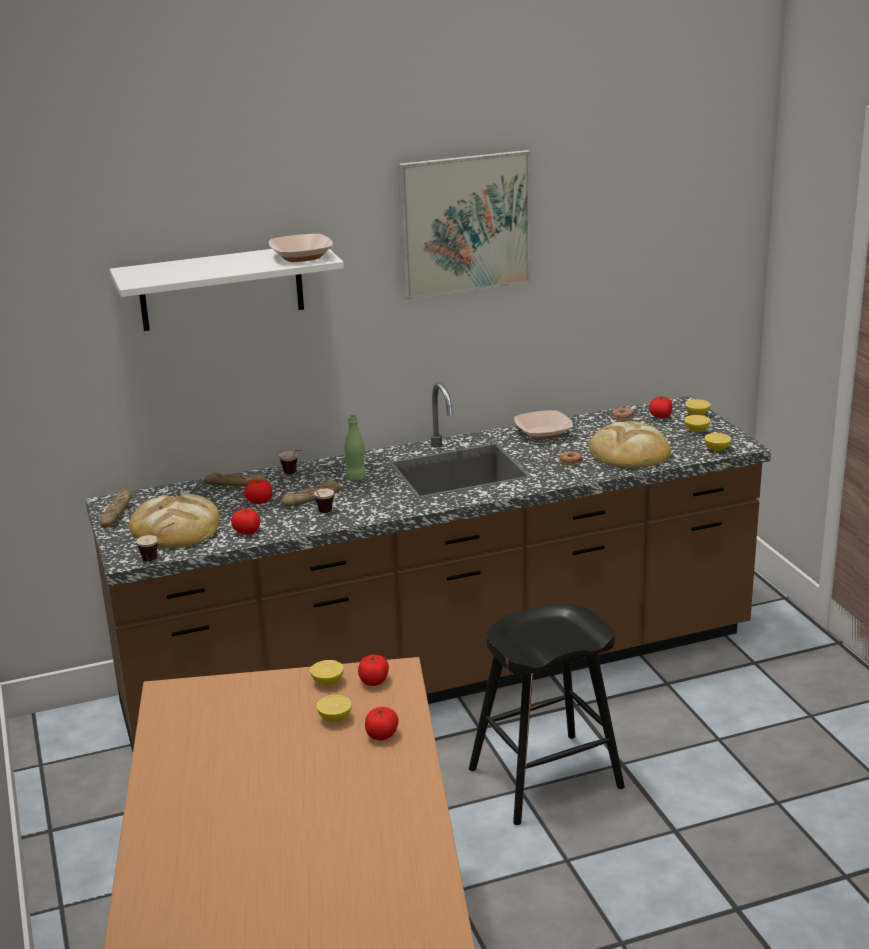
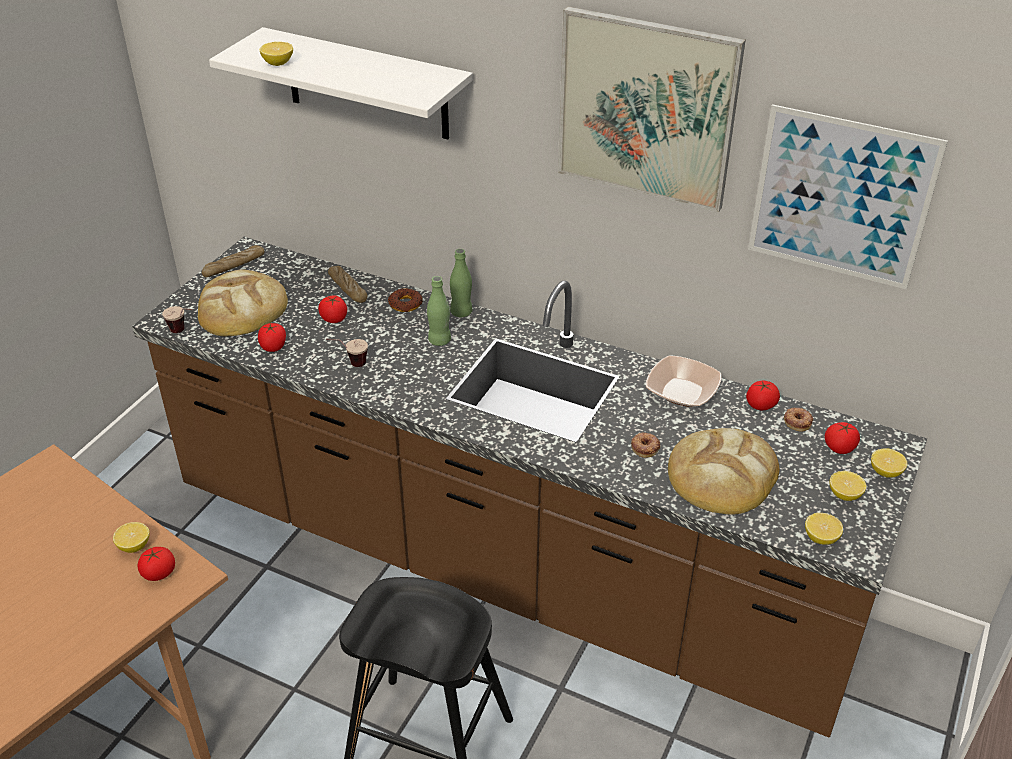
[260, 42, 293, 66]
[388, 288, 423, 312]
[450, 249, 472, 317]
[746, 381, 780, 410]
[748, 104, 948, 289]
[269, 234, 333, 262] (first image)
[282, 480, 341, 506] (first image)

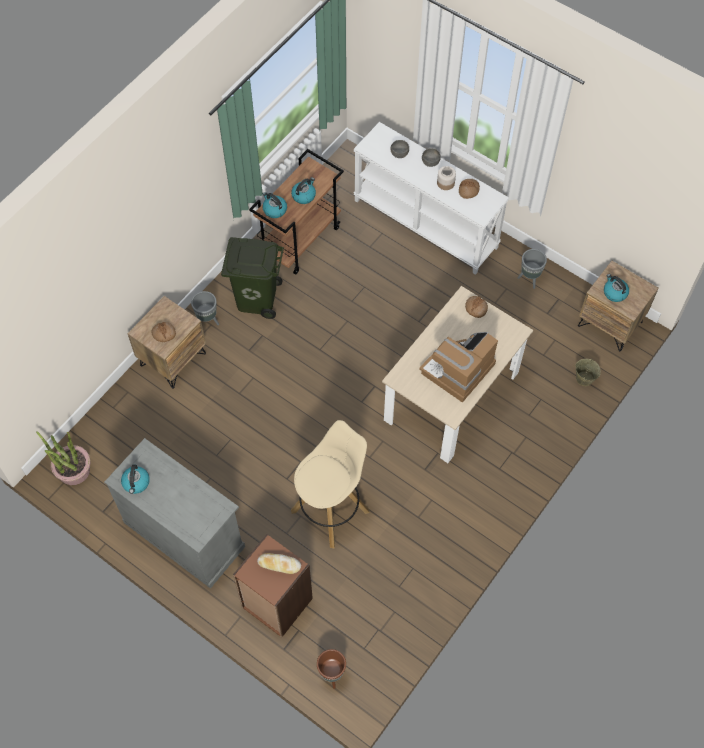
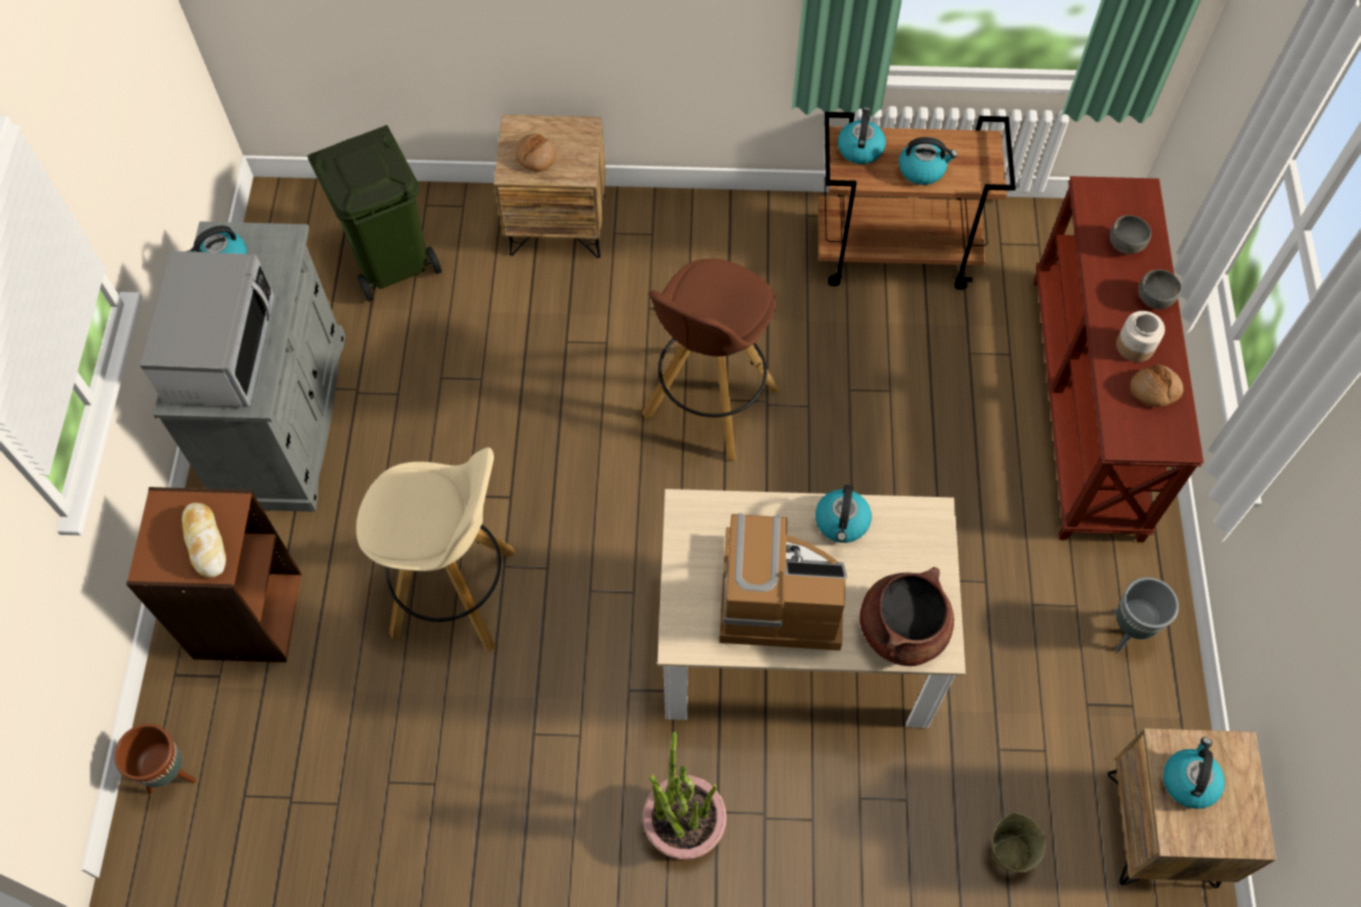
[139, 251, 275, 407]
[307, 125, 442, 302]
[642, 258, 780, 460]
[643, 731, 726, 860]
[815, 485, 872, 543]
[860, 567, 954, 666]
[1033, 176, 1204, 542]
[191, 291, 219, 325] (first image)
[465, 296, 488, 318] (first image)

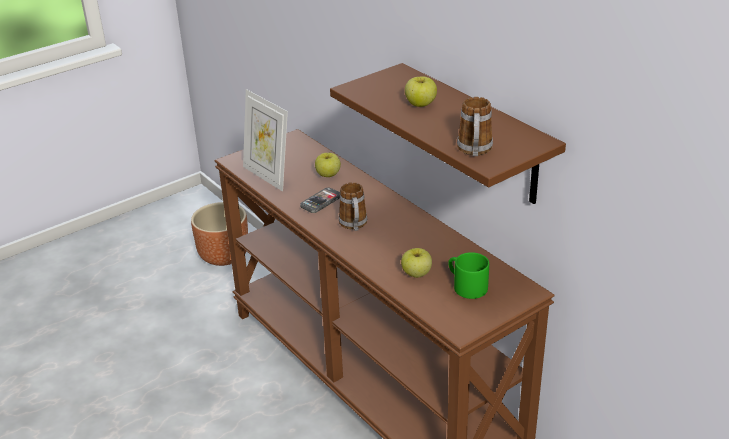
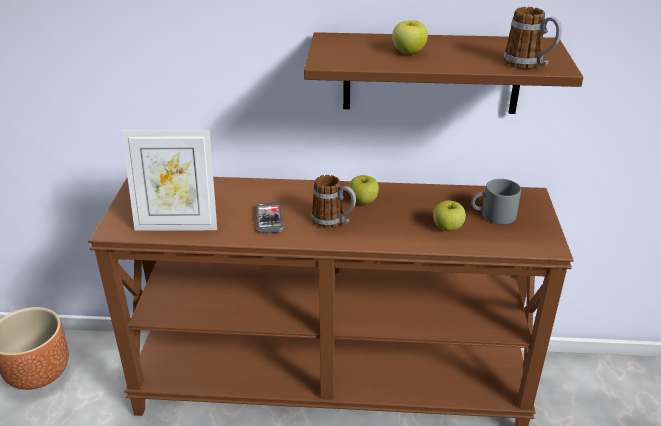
[349, 175, 379, 204]
[471, 179, 521, 224]

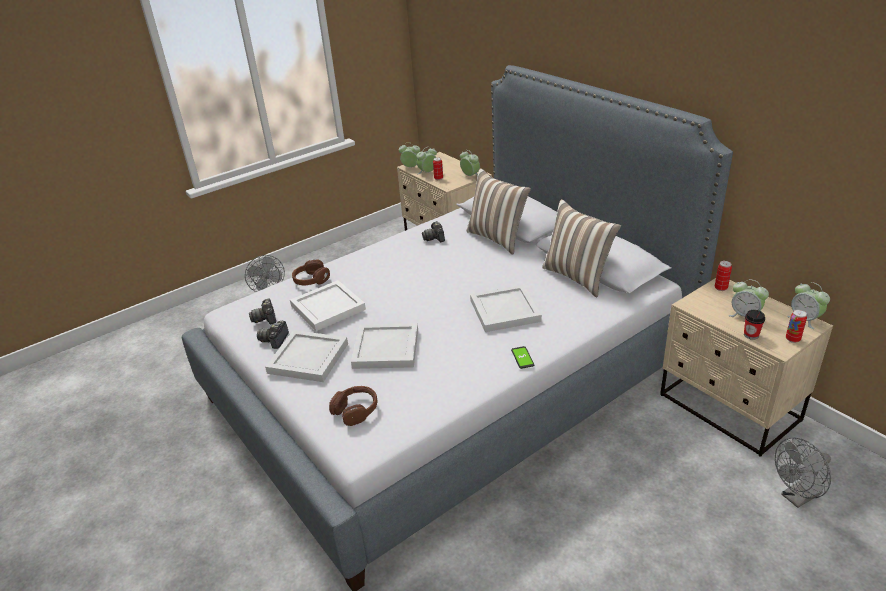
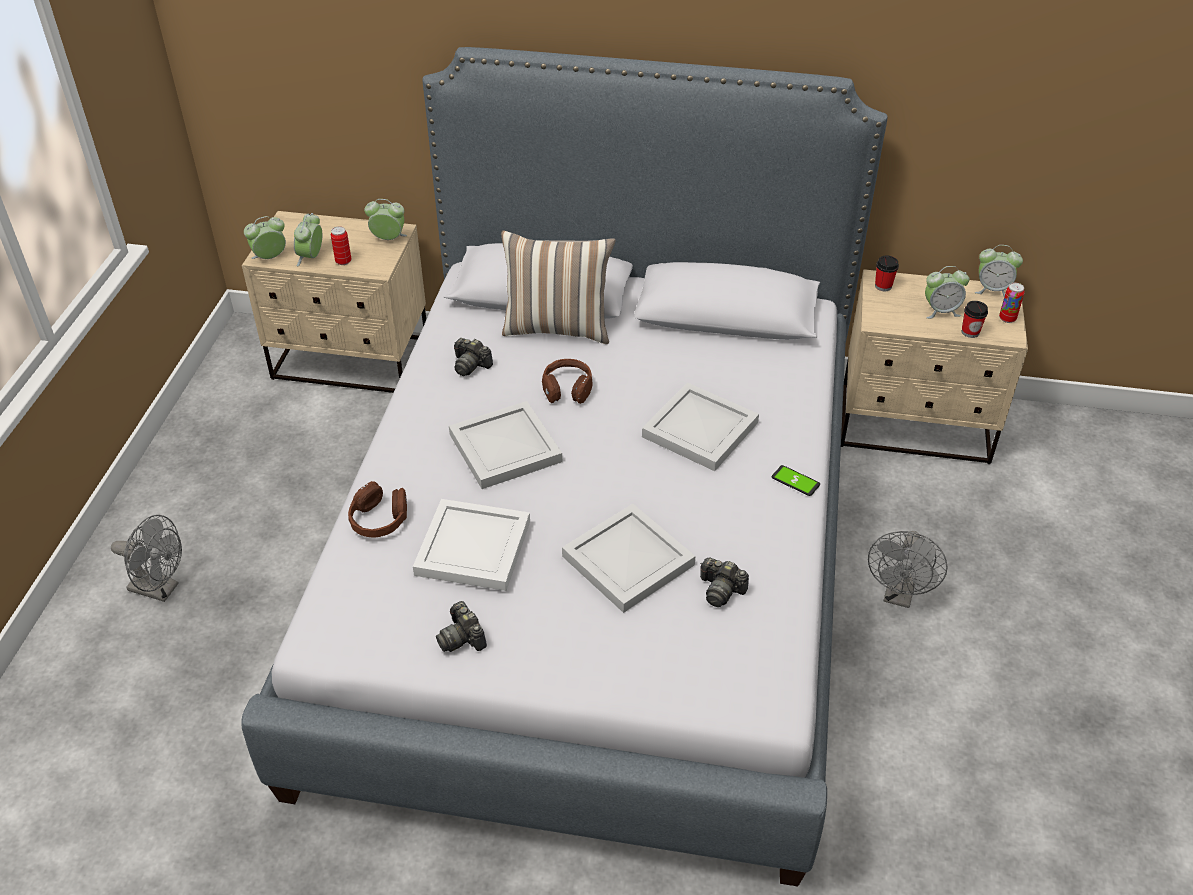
[449, 401, 562, 489]
[542, 359, 593, 404]
[700, 557, 749, 607]
[868, 531, 948, 608]
[875, 256, 899, 291]
[542, 199, 621, 297] (first image)

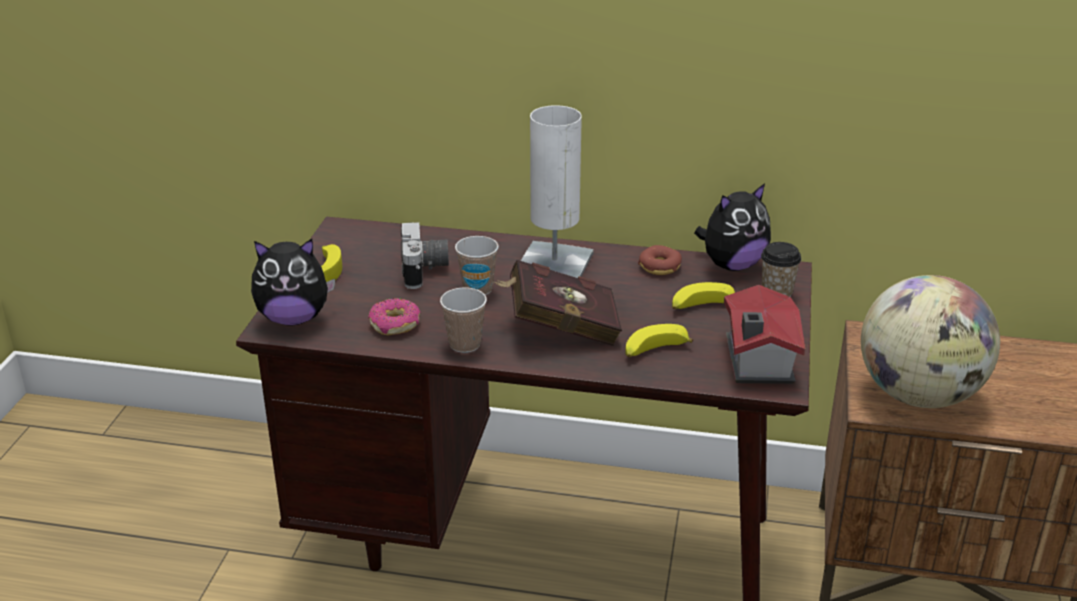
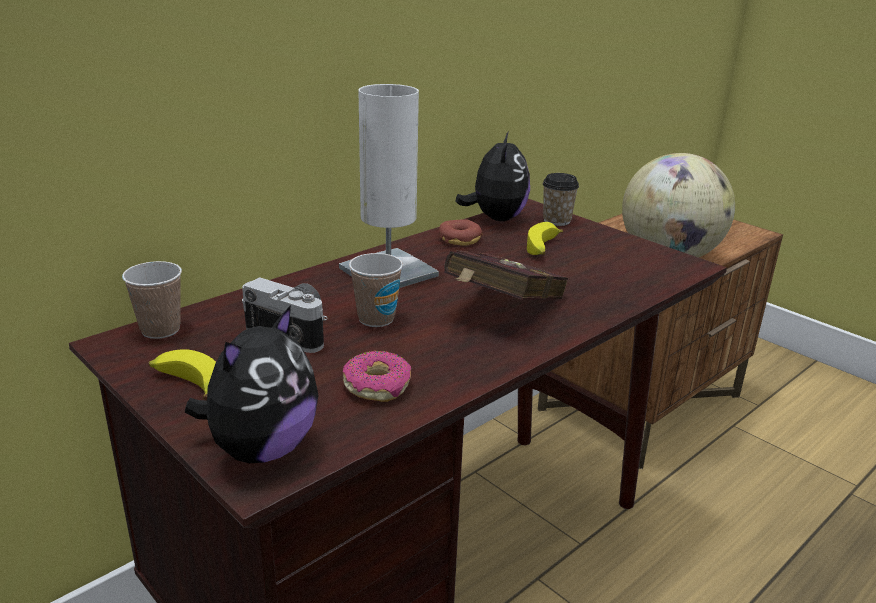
[122, 261, 182, 339]
[625, 324, 693, 357] (first image)
[724, 285, 805, 384] (first image)

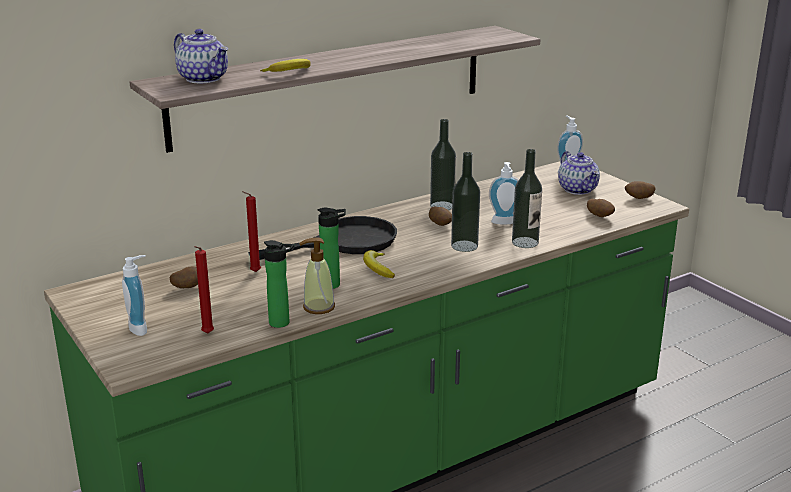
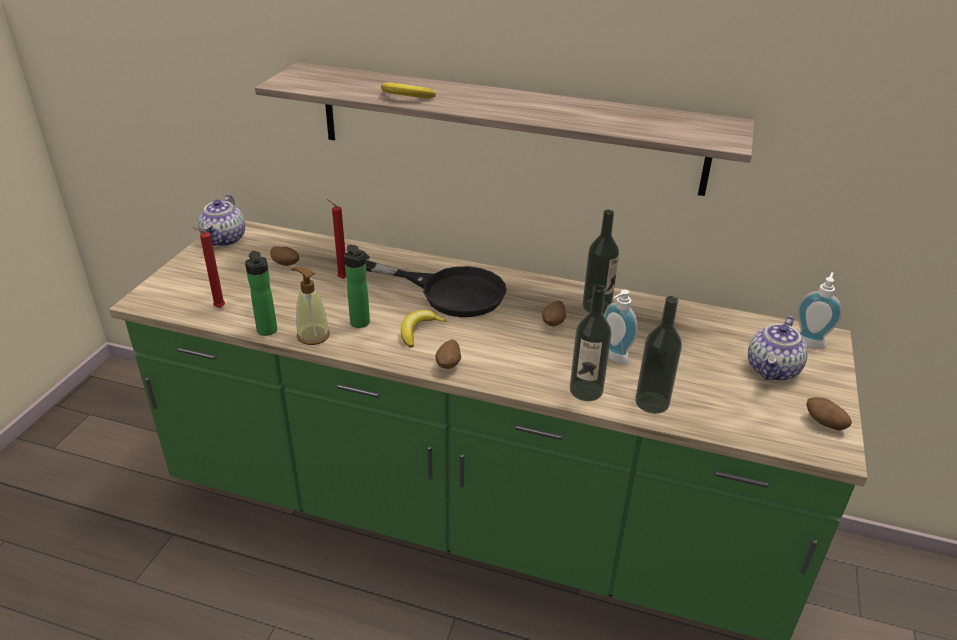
[198, 195, 245, 246]
[435, 340, 461, 369]
[635, 296, 682, 414]
[122, 255, 147, 336] (first image)

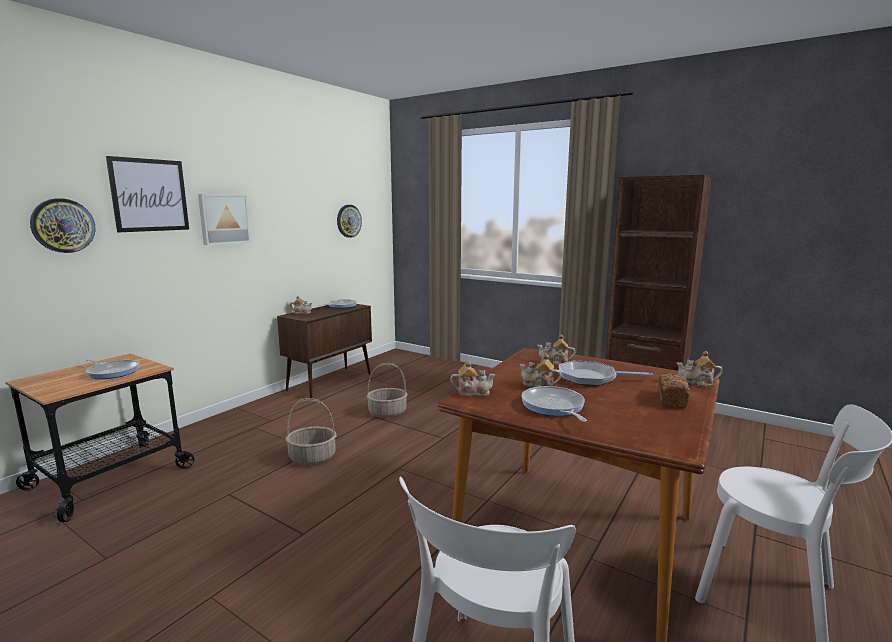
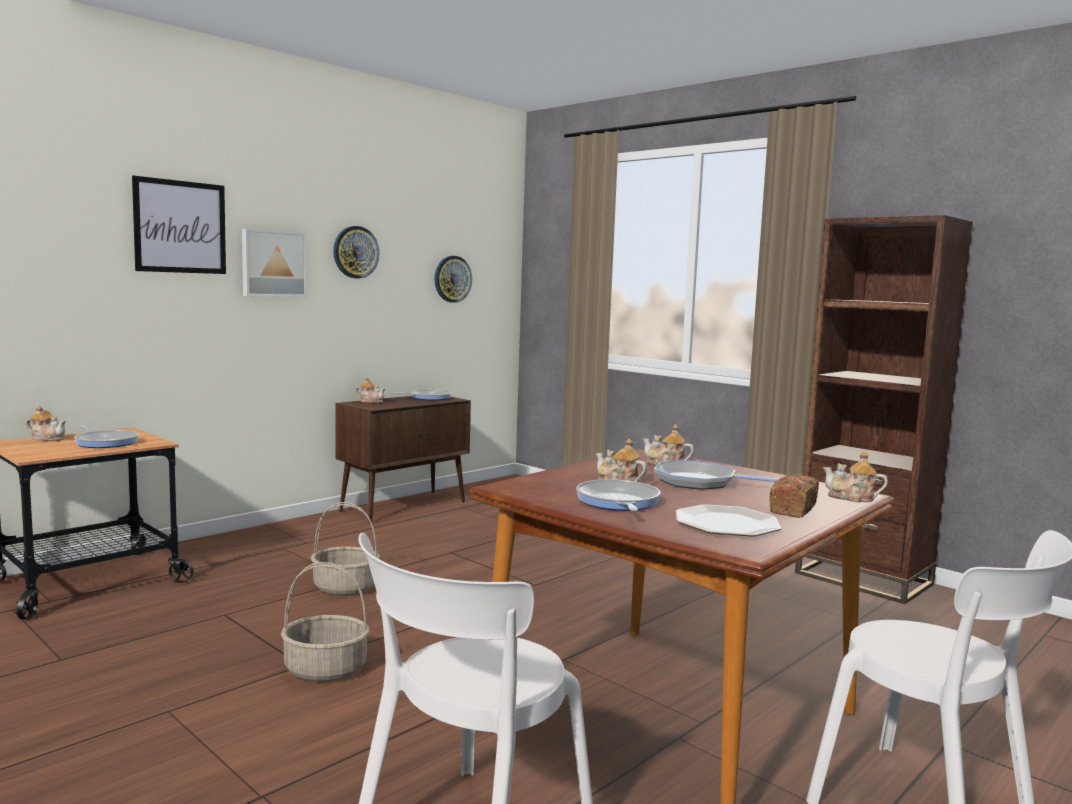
[26, 406, 66, 441]
[281, 562, 370, 682]
[333, 226, 379, 278]
[676, 504, 782, 537]

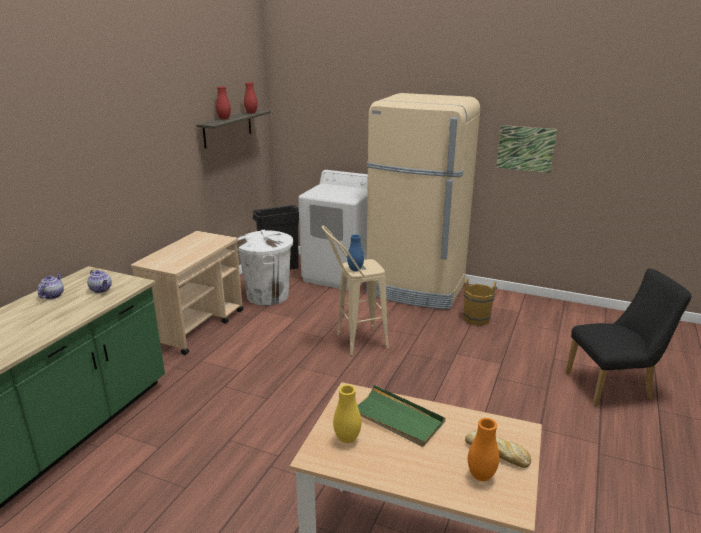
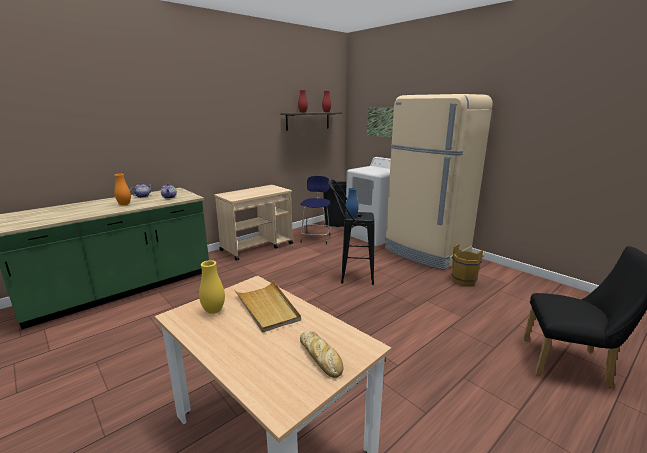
[114, 174, 131, 205]
[234, 280, 301, 333]
[301, 176, 331, 245]
[328, 179, 375, 285]
[367, 107, 394, 137]

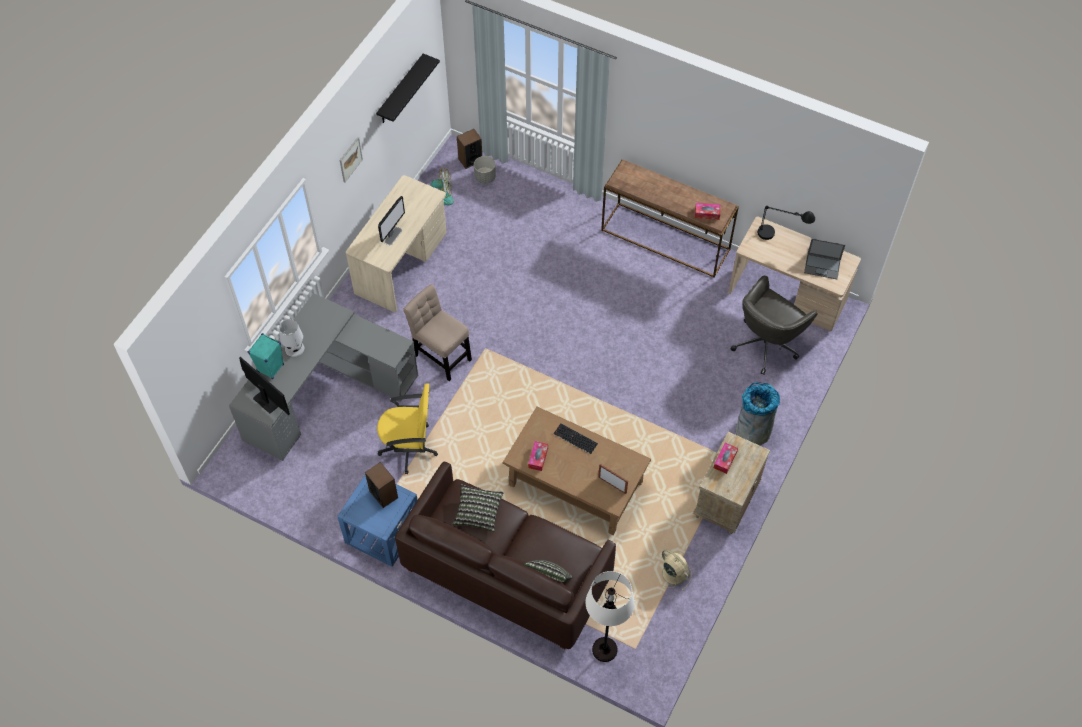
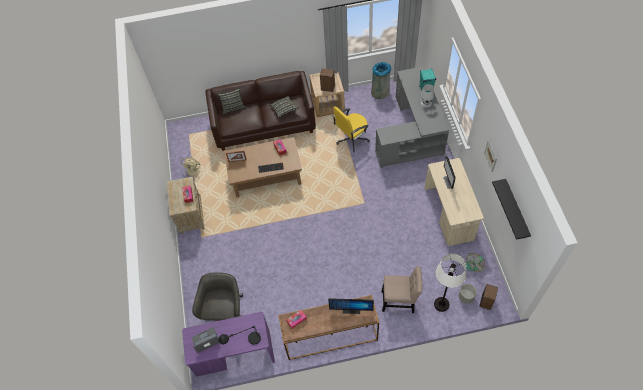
[182, 312, 275, 377]
[309, 72, 345, 117]
[328, 298, 374, 314]
[371, 62, 392, 99]
[382, 266, 422, 313]
[434, 254, 466, 312]

